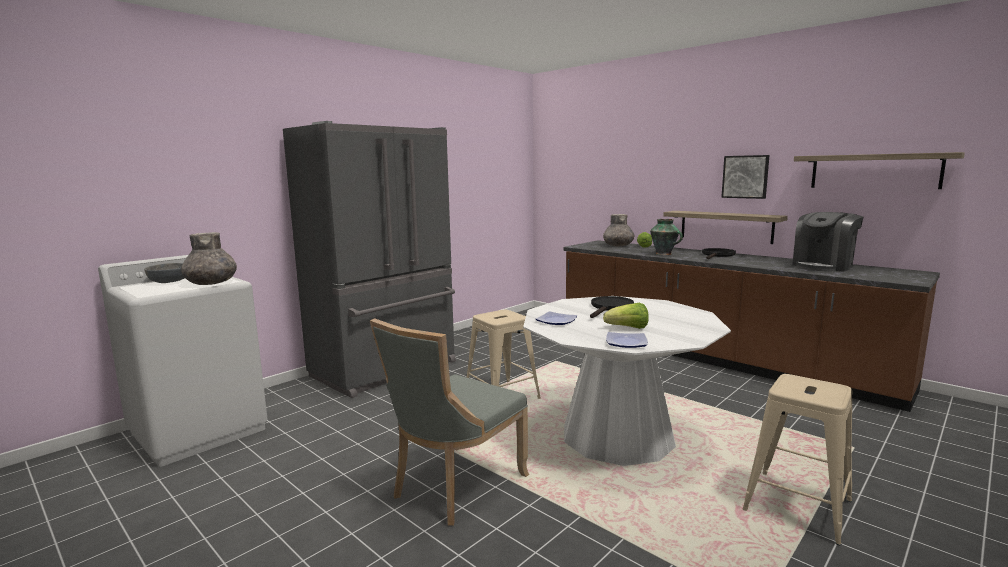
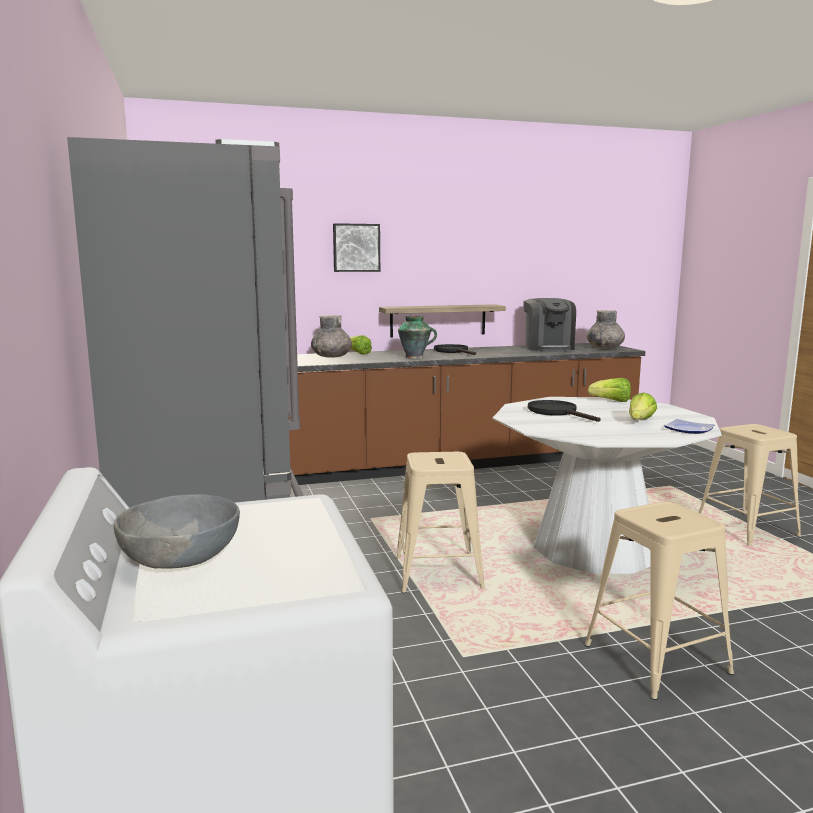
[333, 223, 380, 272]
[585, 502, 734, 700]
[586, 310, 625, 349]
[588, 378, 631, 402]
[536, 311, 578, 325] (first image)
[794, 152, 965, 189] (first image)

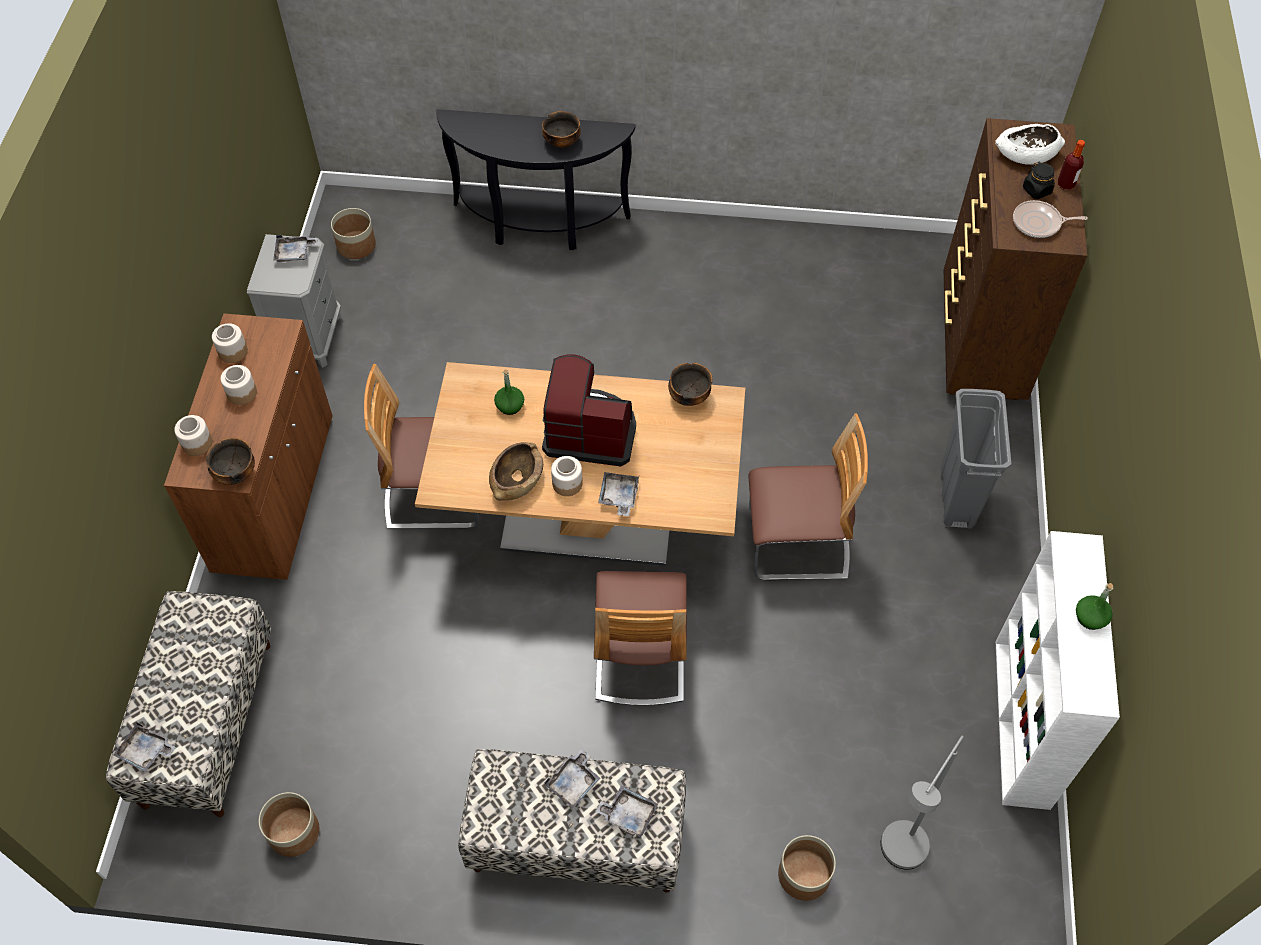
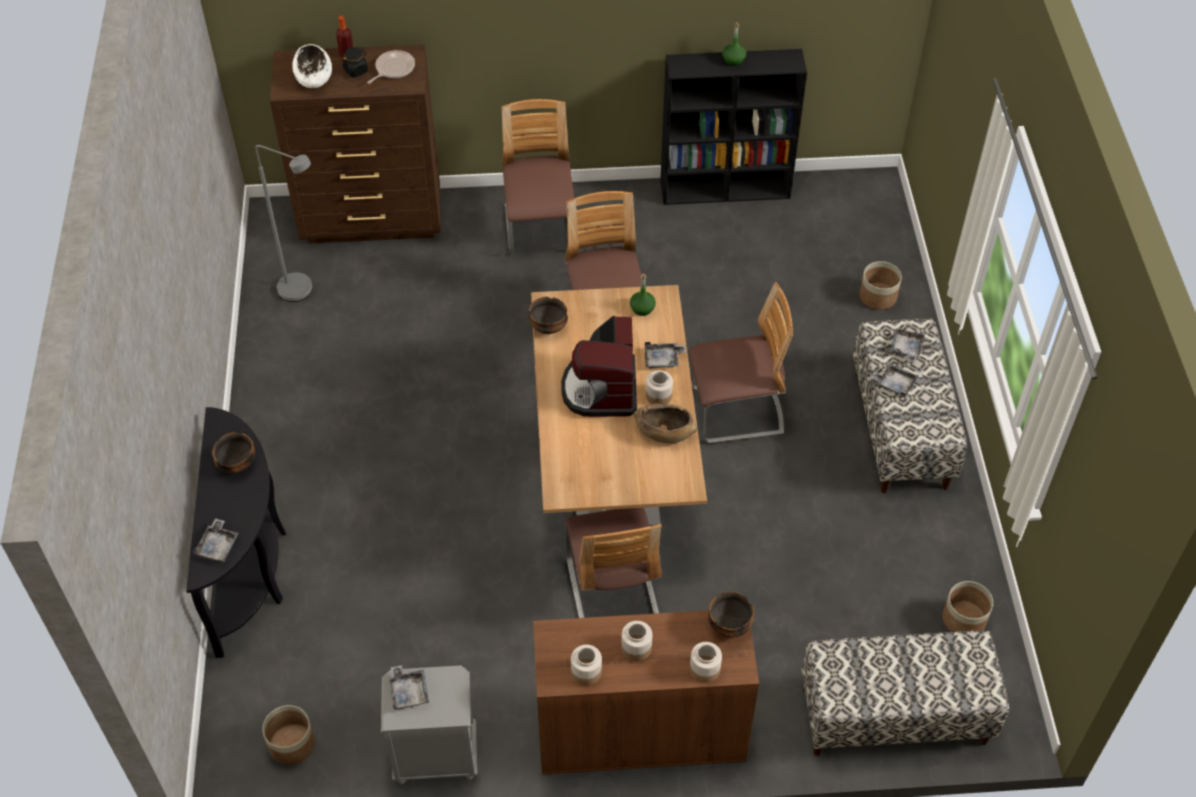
[193, 518, 239, 562]
[255, 145, 312, 302]
[367, 50, 415, 84]
[502, 99, 574, 254]
[630, 274, 656, 316]
[660, 49, 807, 205]

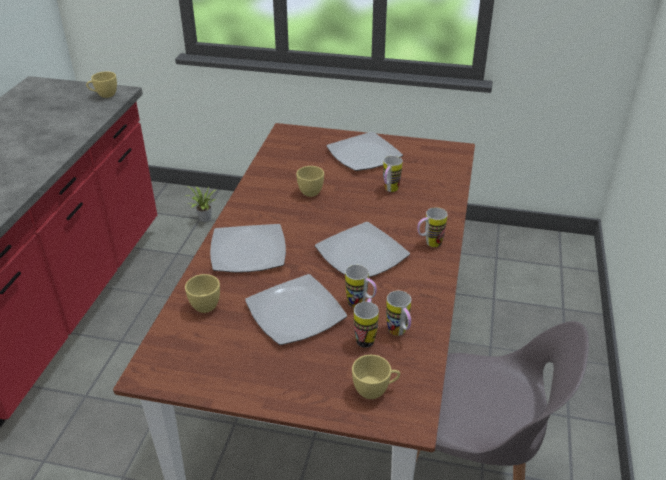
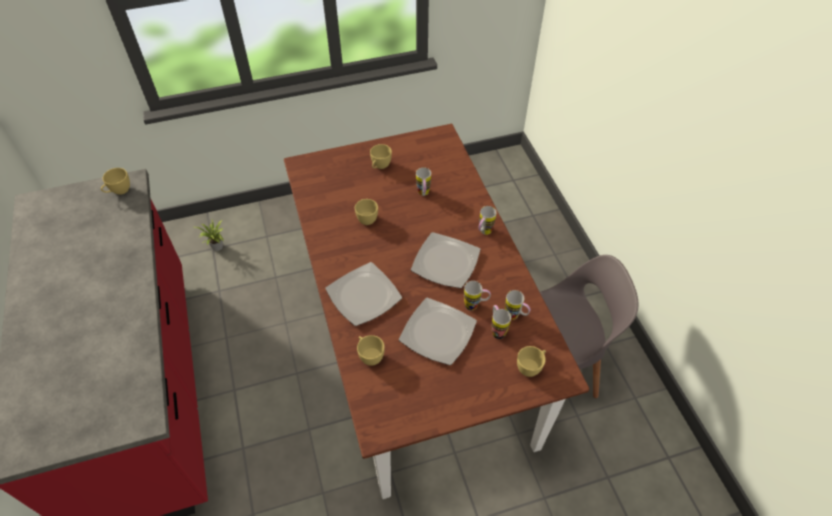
[370, 144, 392, 169]

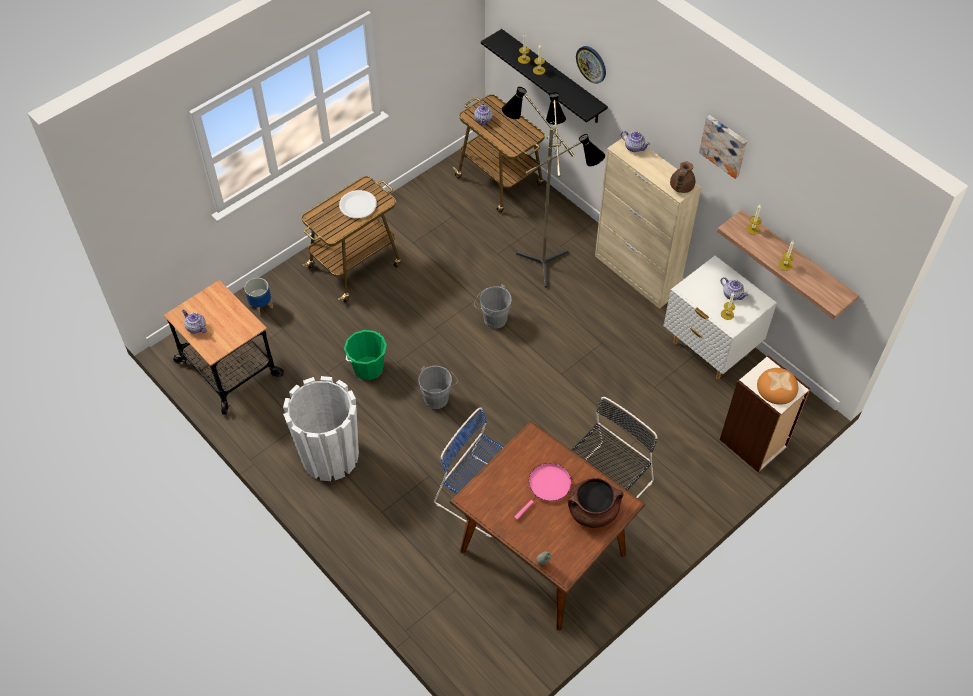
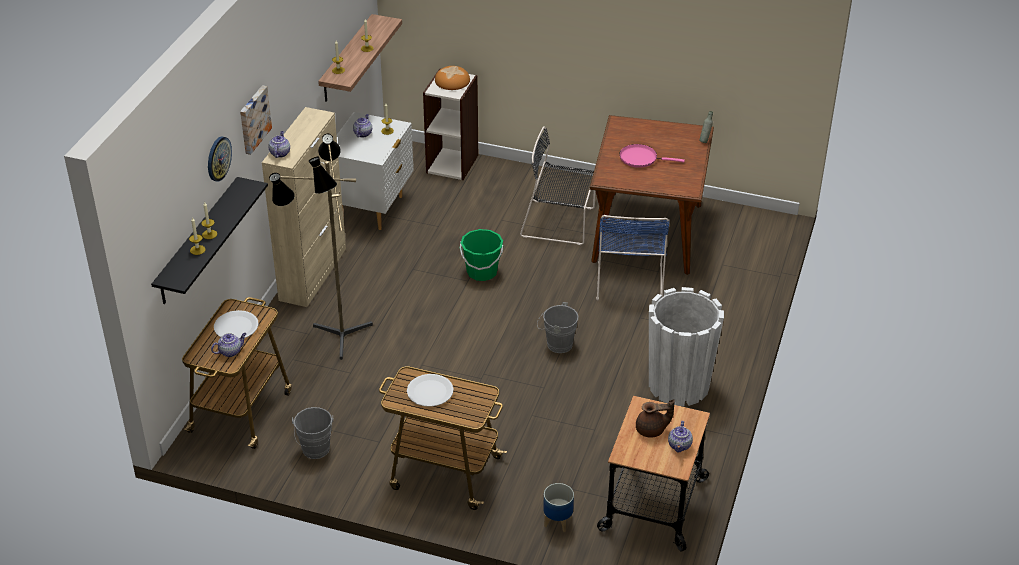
[214, 310, 259, 338]
[240, 85, 272, 155]
[292, 407, 334, 459]
[460, 229, 503, 281]
[636, 400, 675, 438]
[568, 478, 624, 528] (first image)

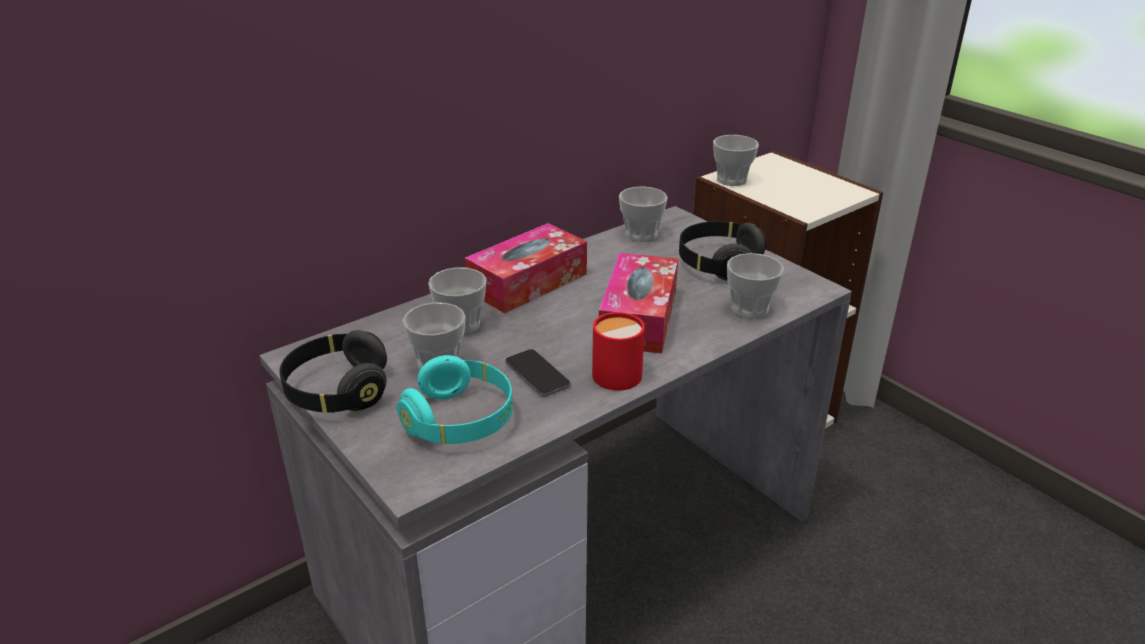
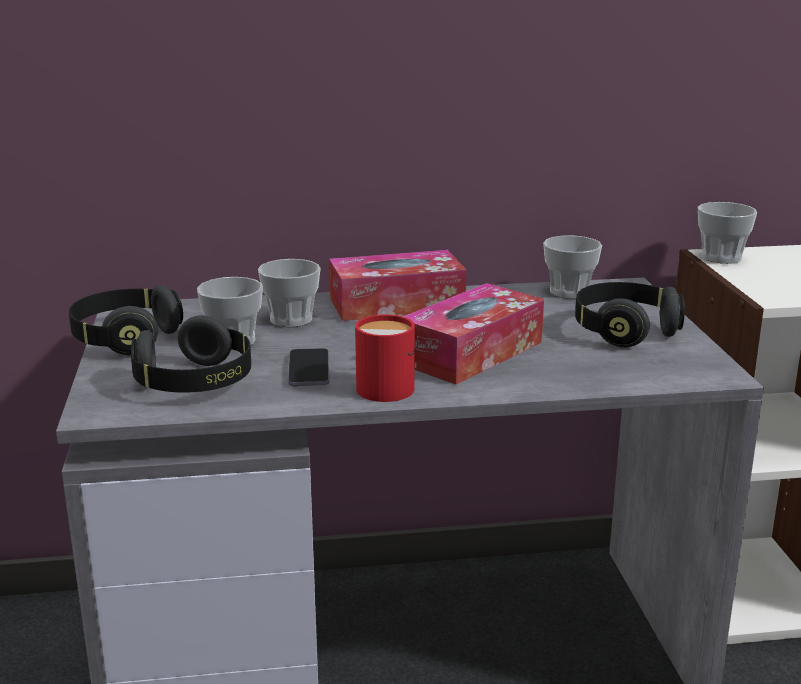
[131, 315, 251, 393]
[727, 253, 783, 319] (first image)

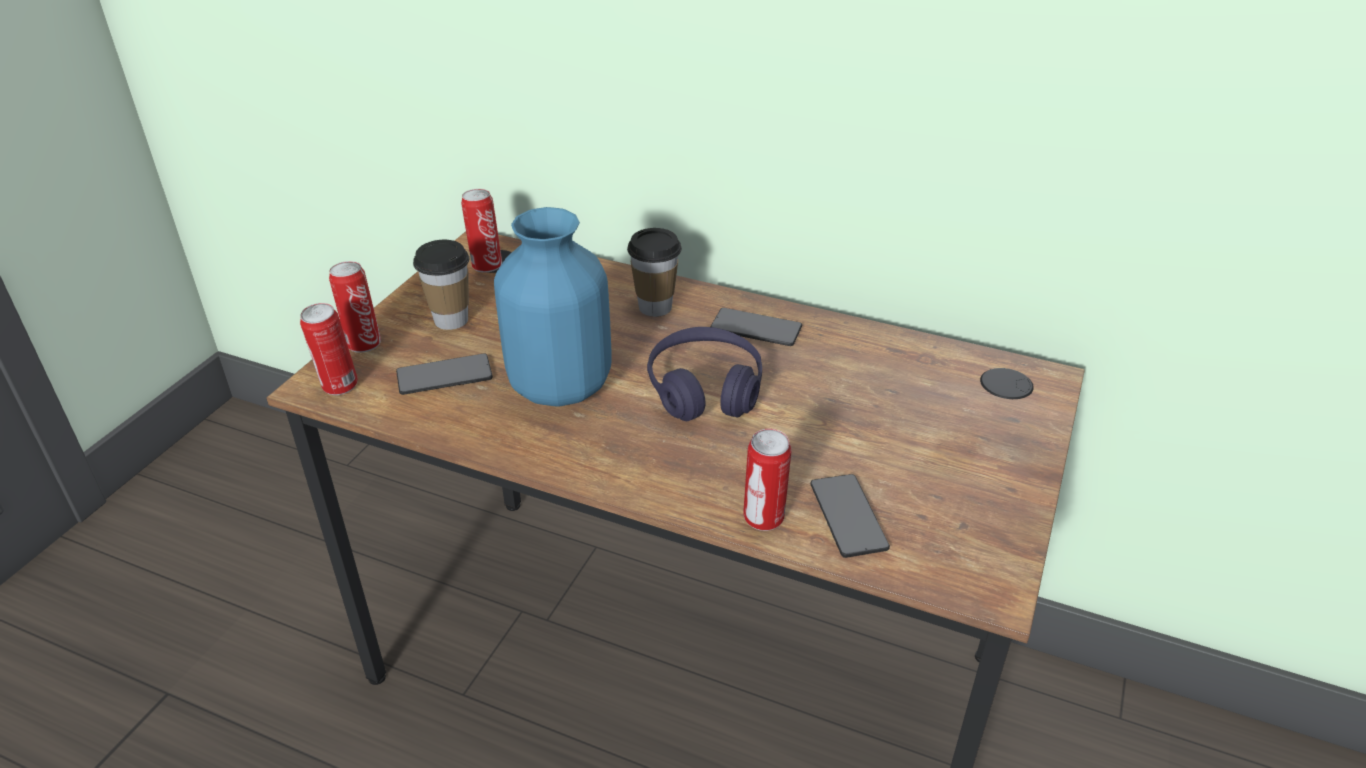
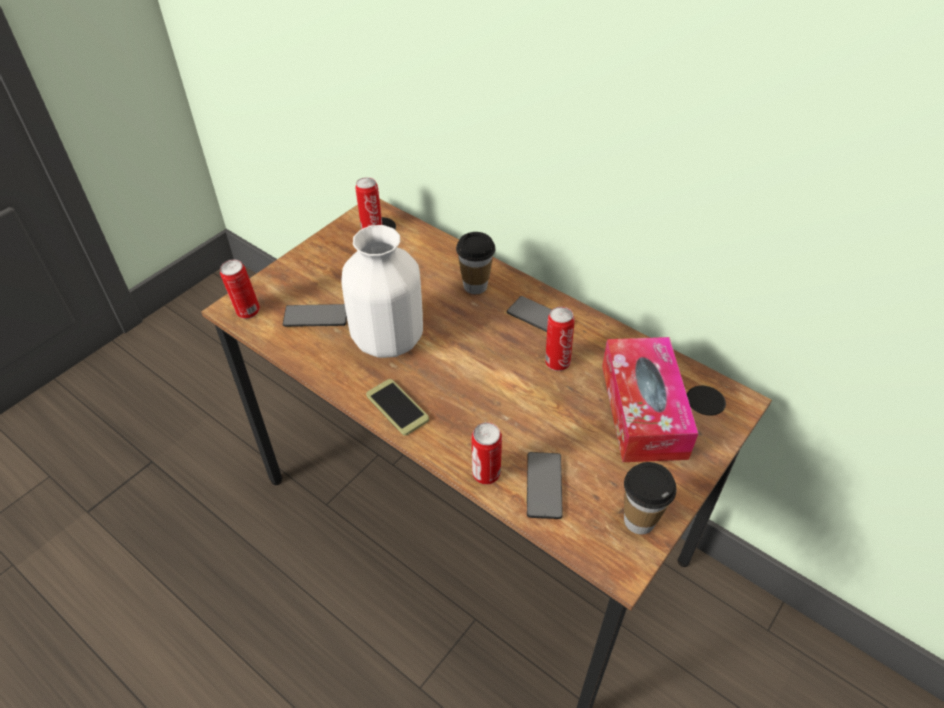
[341, 225, 423, 358]
[366, 379, 429, 436]
[545, 307, 575, 371]
[602, 337, 698, 462]
[624, 462, 677, 535]
[647, 327, 762, 421] (first image)

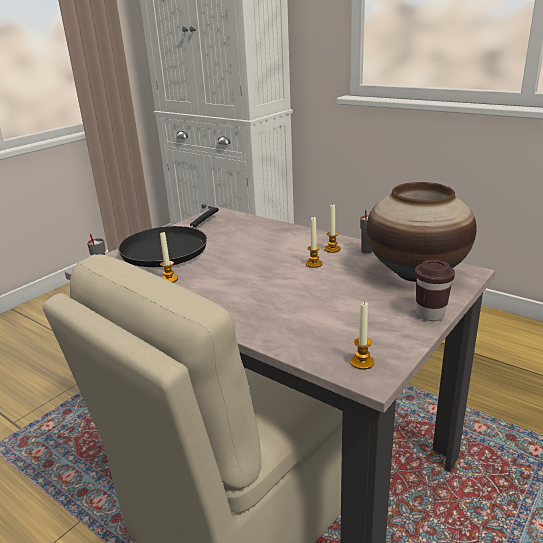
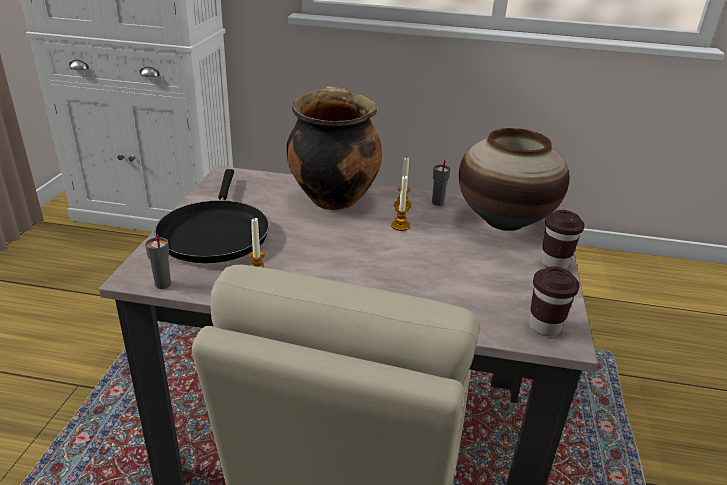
[287, 86, 382, 210]
[529, 266, 580, 336]

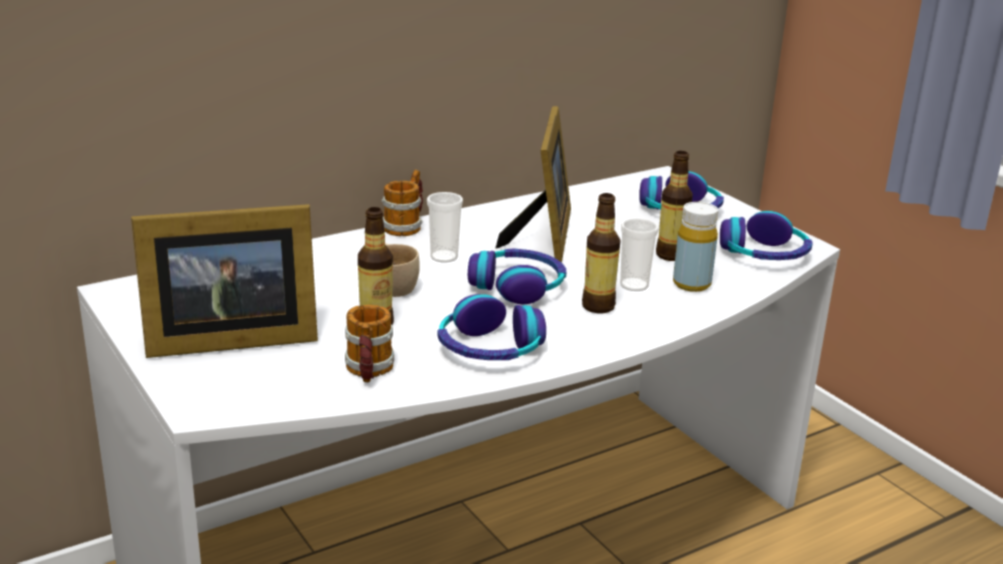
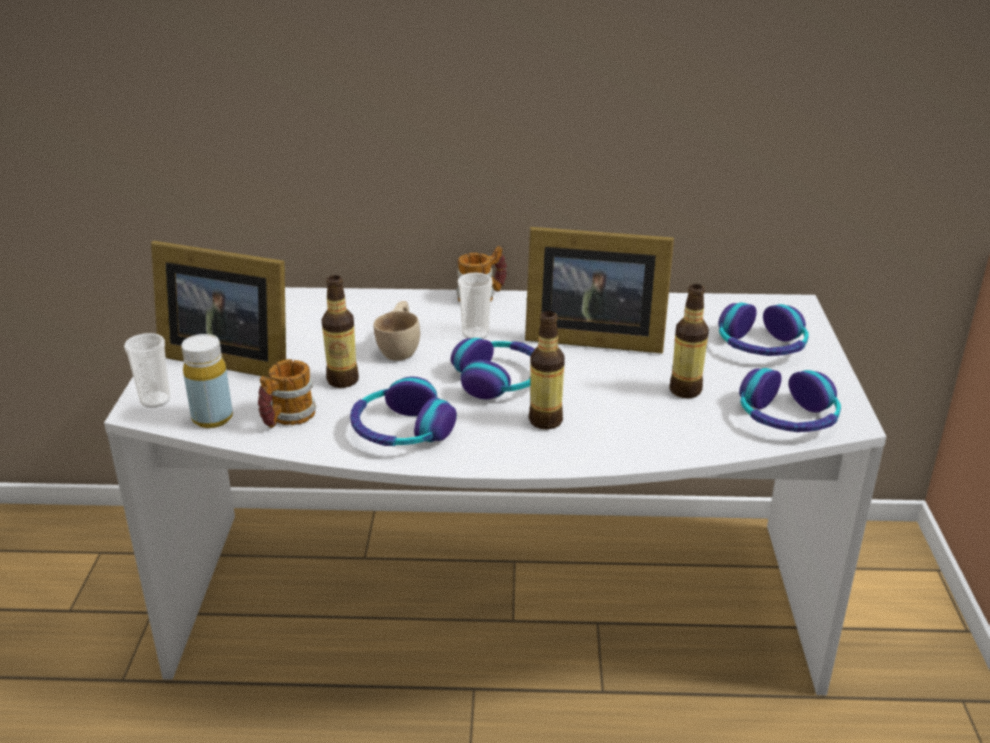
[124, 333, 170, 408]
[181, 334, 233, 428]
[525, 227, 674, 354]

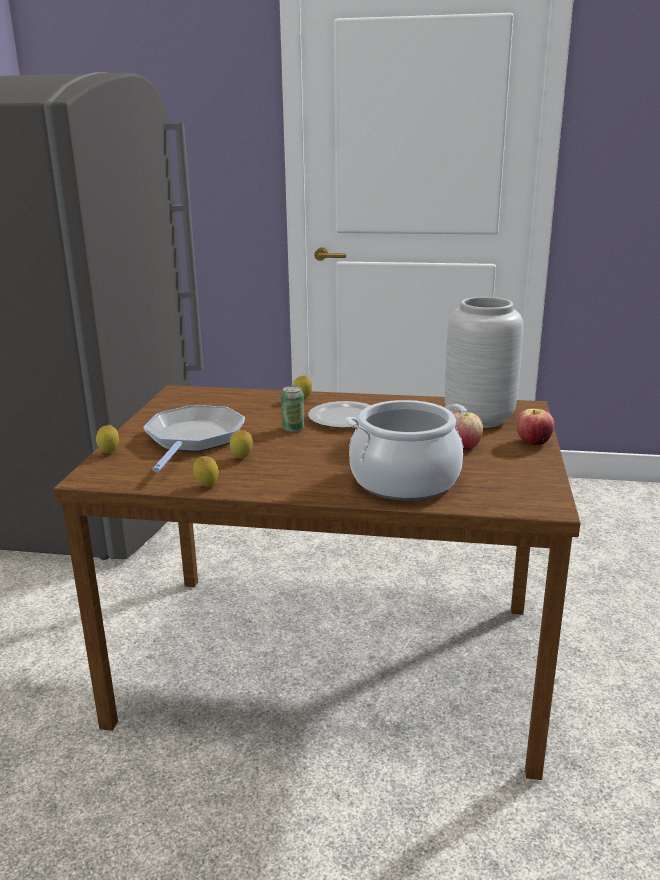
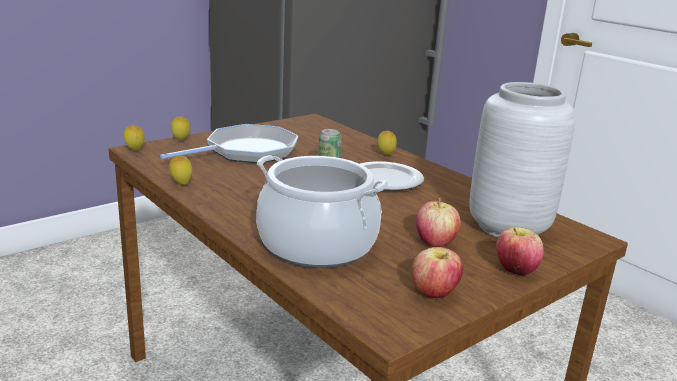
[123, 125, 145, 151]
[411, 247, 463, 298]

